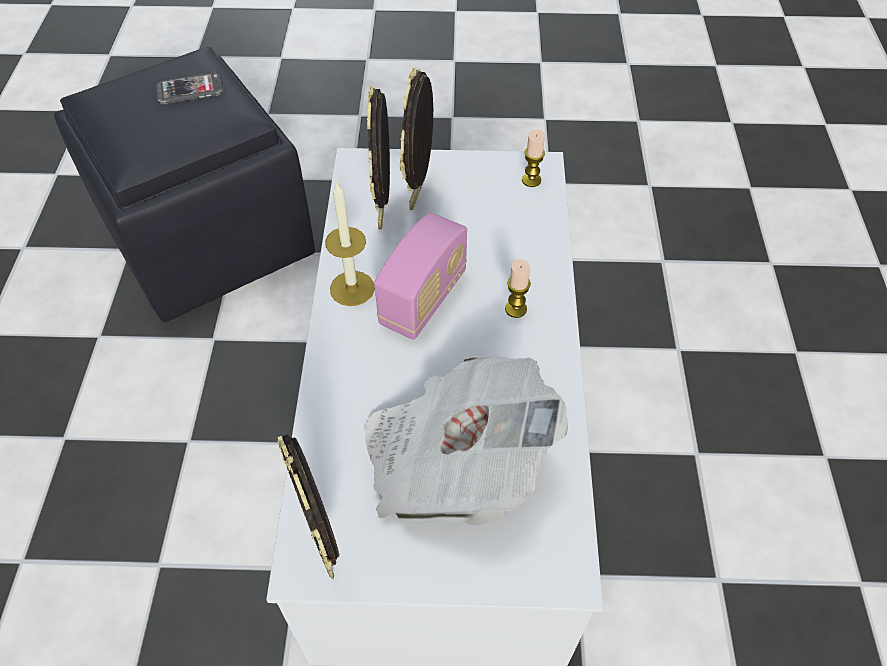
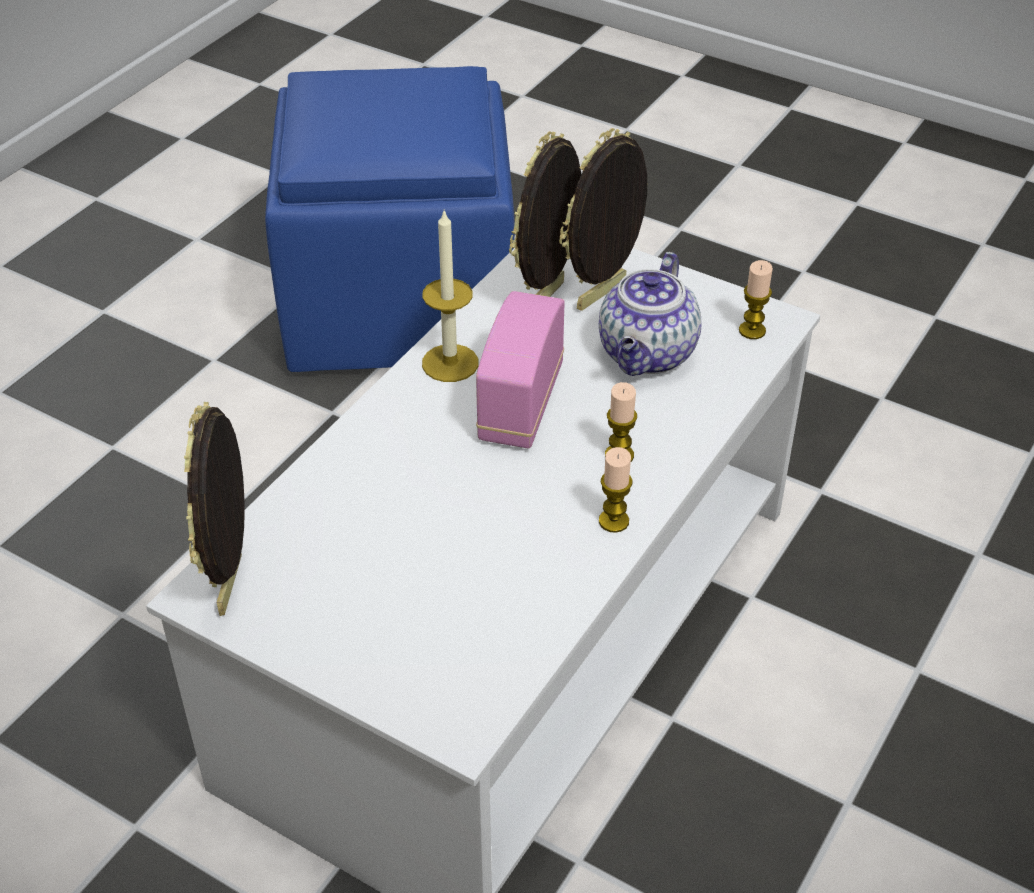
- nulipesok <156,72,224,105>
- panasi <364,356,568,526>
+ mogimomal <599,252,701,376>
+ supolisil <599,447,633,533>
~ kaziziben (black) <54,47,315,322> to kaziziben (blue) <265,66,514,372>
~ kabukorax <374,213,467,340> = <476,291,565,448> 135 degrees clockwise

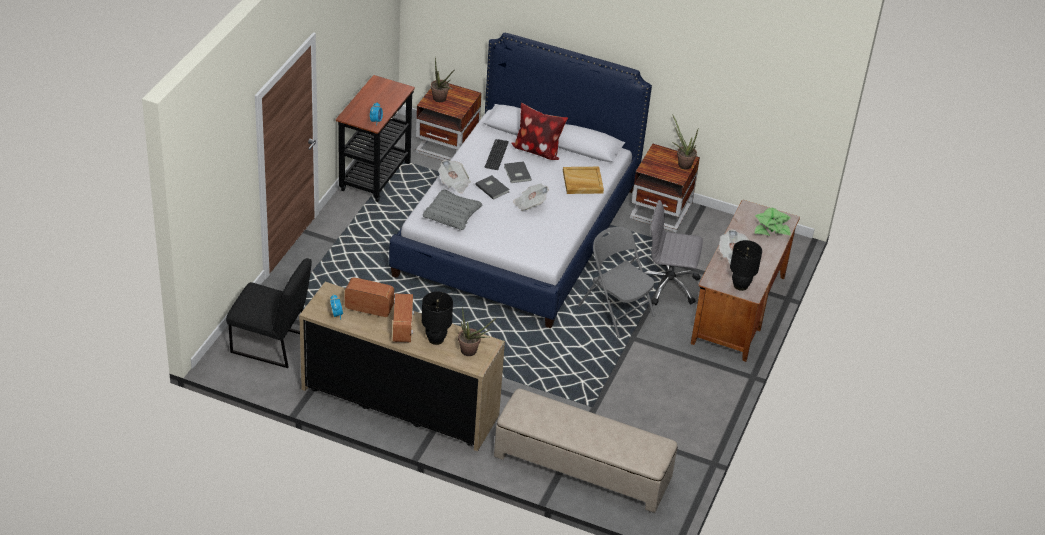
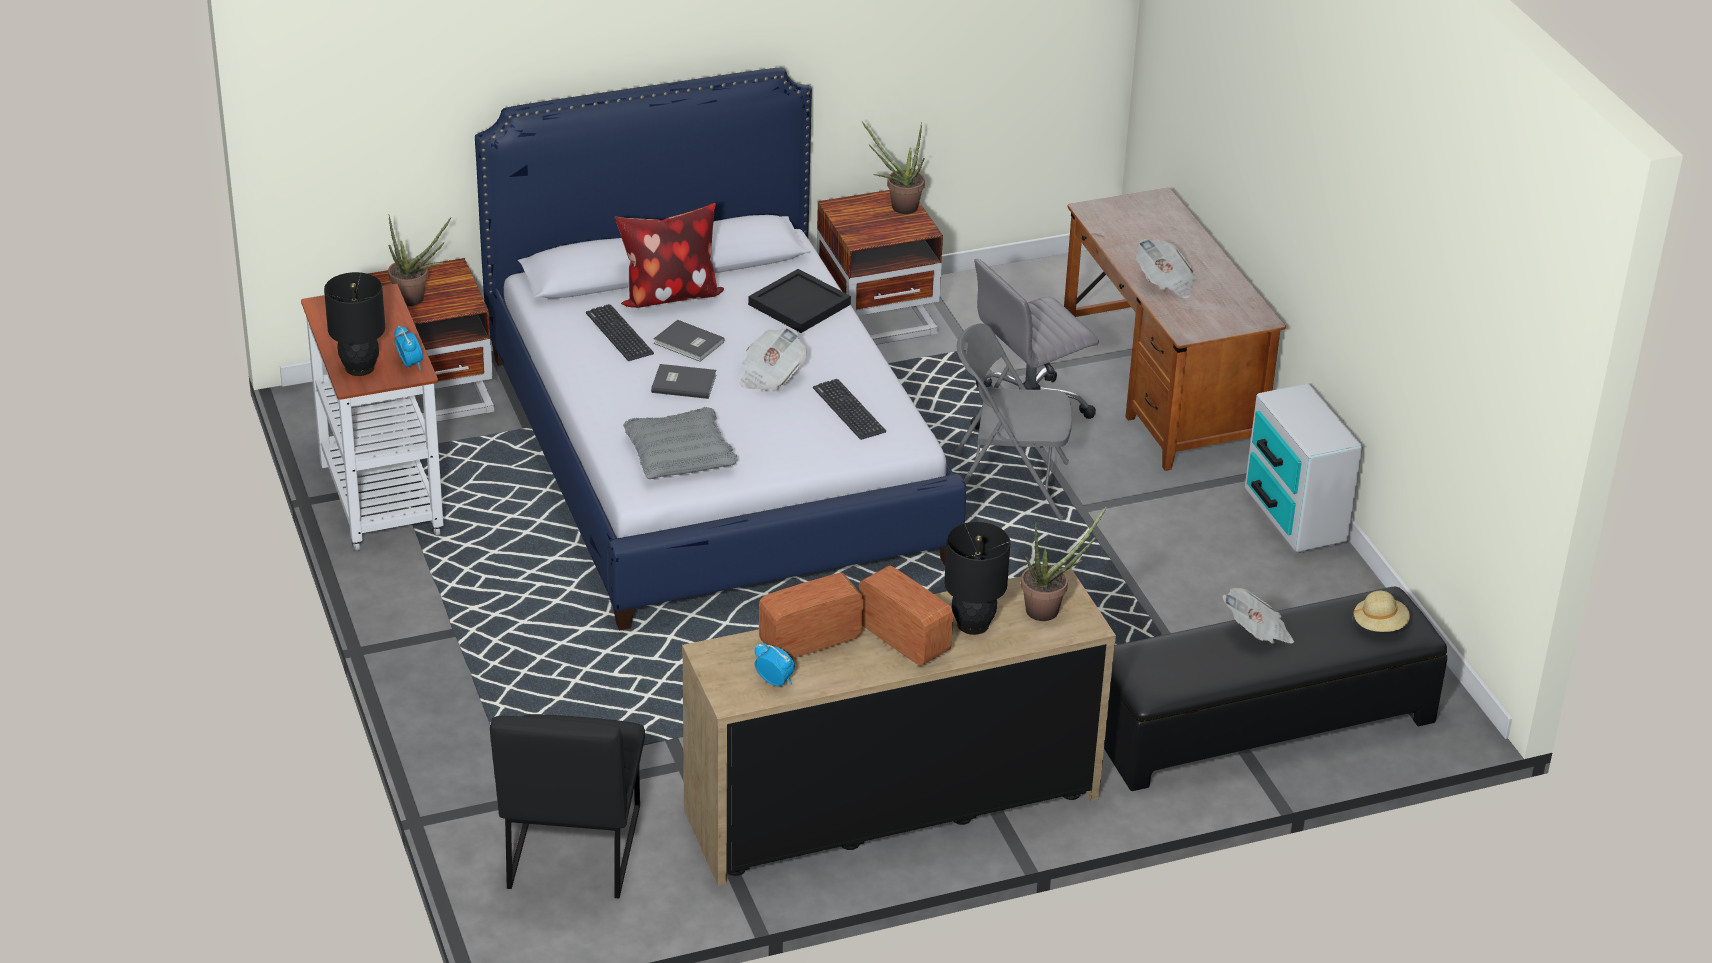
- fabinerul <755,208,791,236>
+ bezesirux <813,379,886,440>
+ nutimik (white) <1245,383,1363,553>
+ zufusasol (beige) <1352,591,1410,632>
~ panasi <438,160,471,193> to <1222,588,1294,644>
~ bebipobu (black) <730,240,762,291> to <324,272,385,376>
~ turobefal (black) <336,75,415,202> to turobefal (white) <301,284,444,551>
~ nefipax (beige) <494,388,677,513> to nefipax (black) <1104,586,1447,791>
~ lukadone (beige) <563,167,604,194> to lukadone (black) <748,269,851,333>
~ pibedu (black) <226,258,312,368> = <490,714,645,898> 120 degrees clockwise

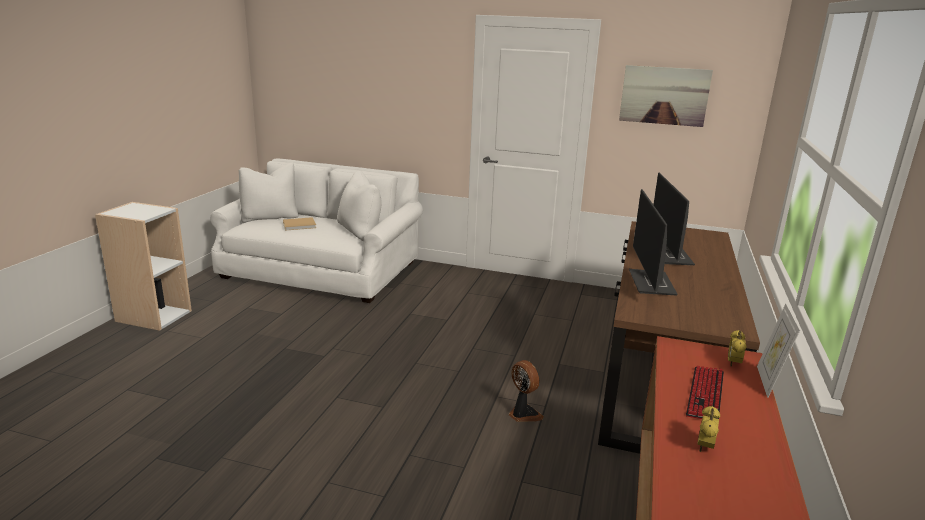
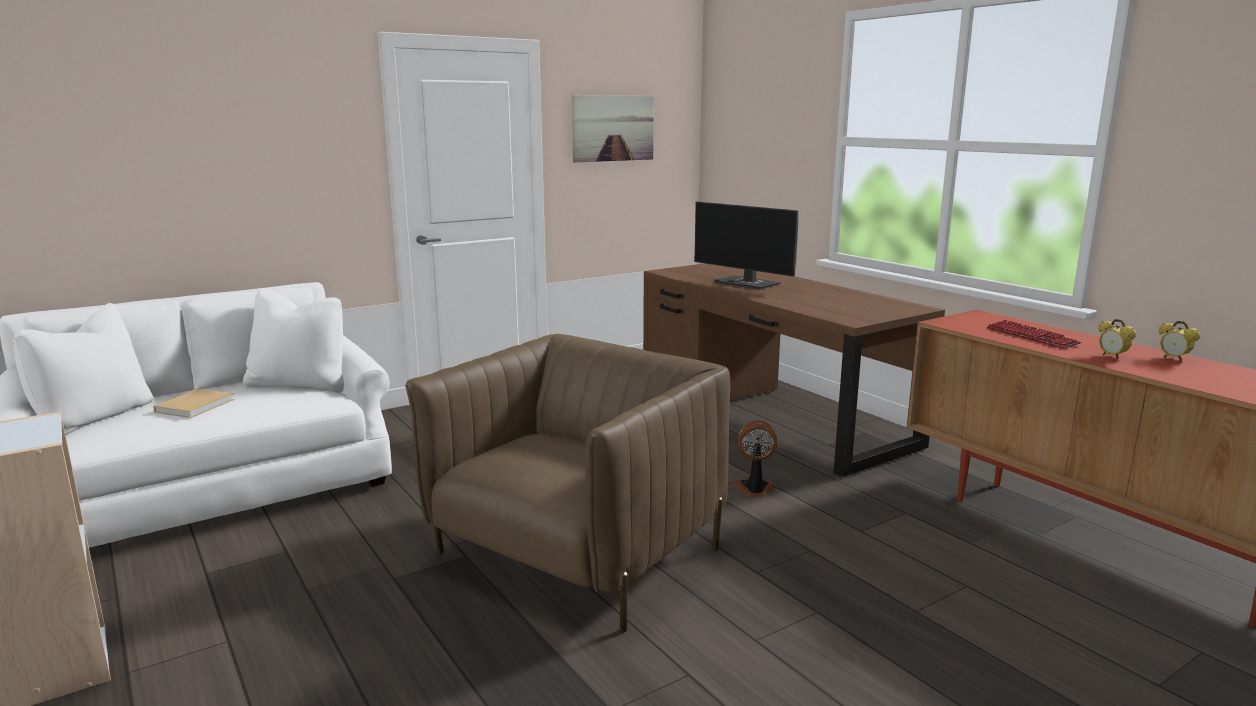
- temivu <629,189,678,296>
- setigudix <757,303,800,398>
+ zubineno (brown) <405,334,730,632>
~ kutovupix <728,330,747,366> to <1159,321,1200,361>

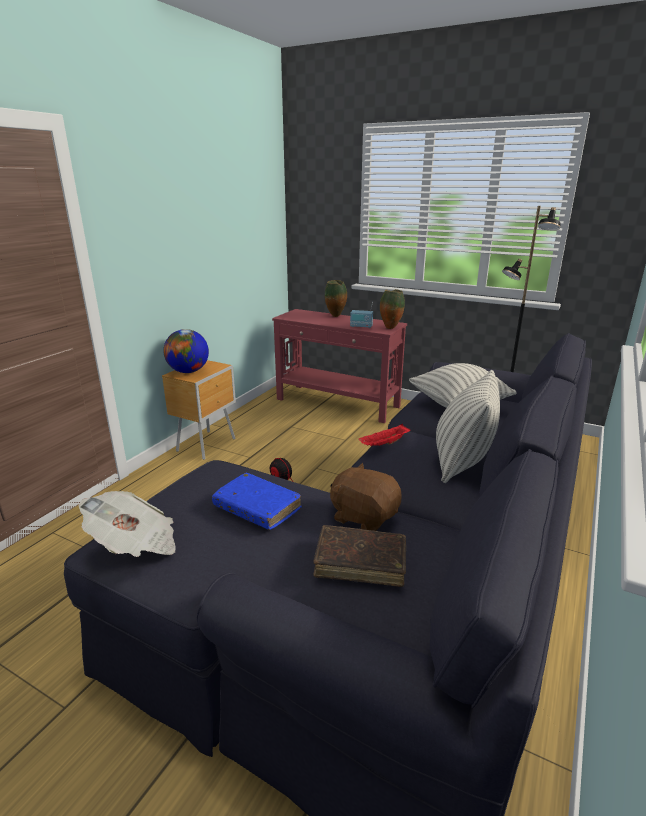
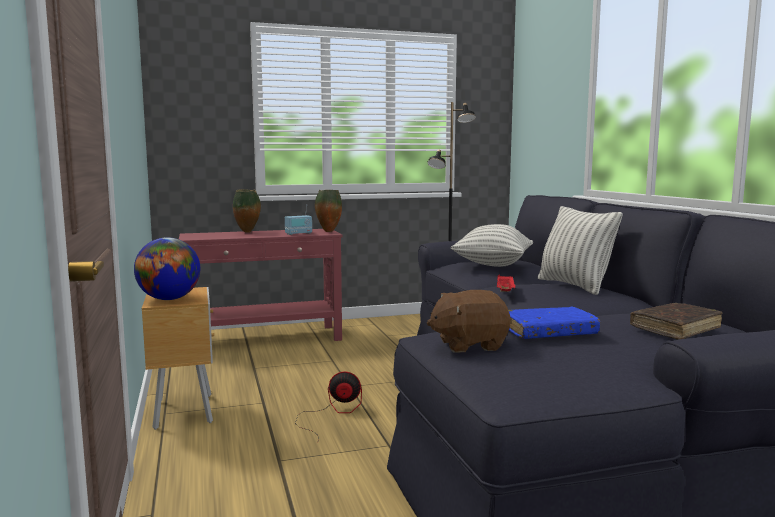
- panasi <78,491,176,557>
~ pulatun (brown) <330,463,402,531> to <427,290,511,352>

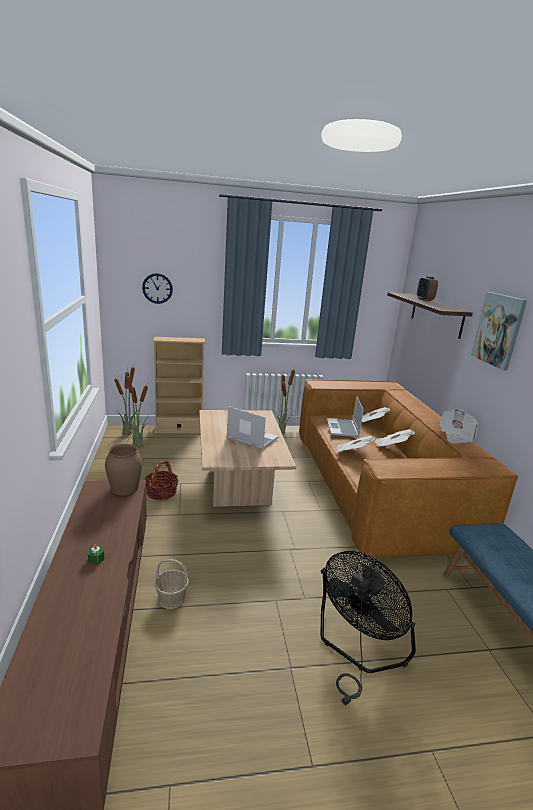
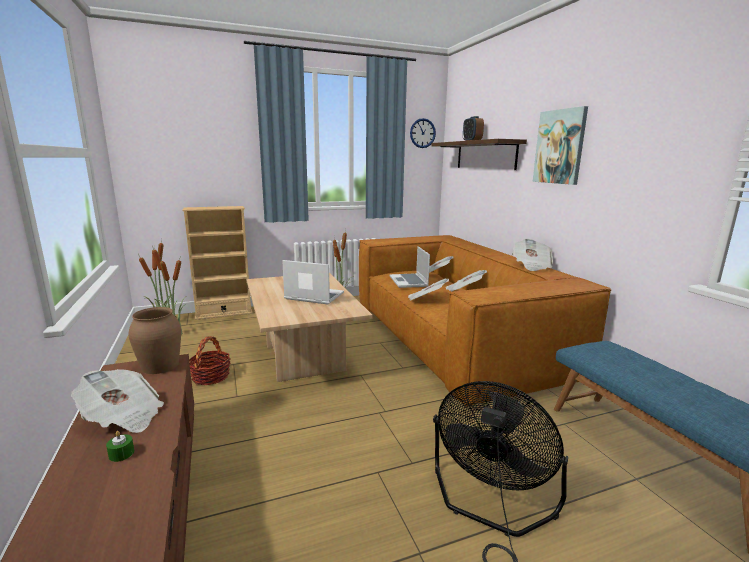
- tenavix <154,559,189,609>
+ panasi <71,369,164,433>
~ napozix <142,273,173,304> to <410,118,436,148>

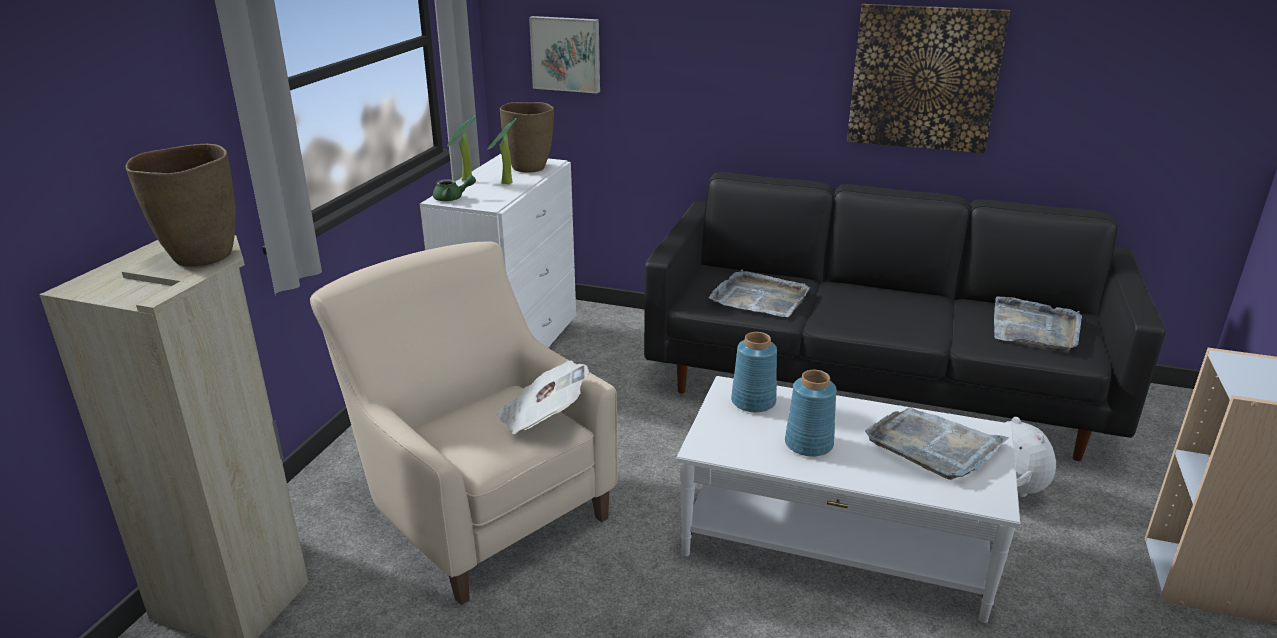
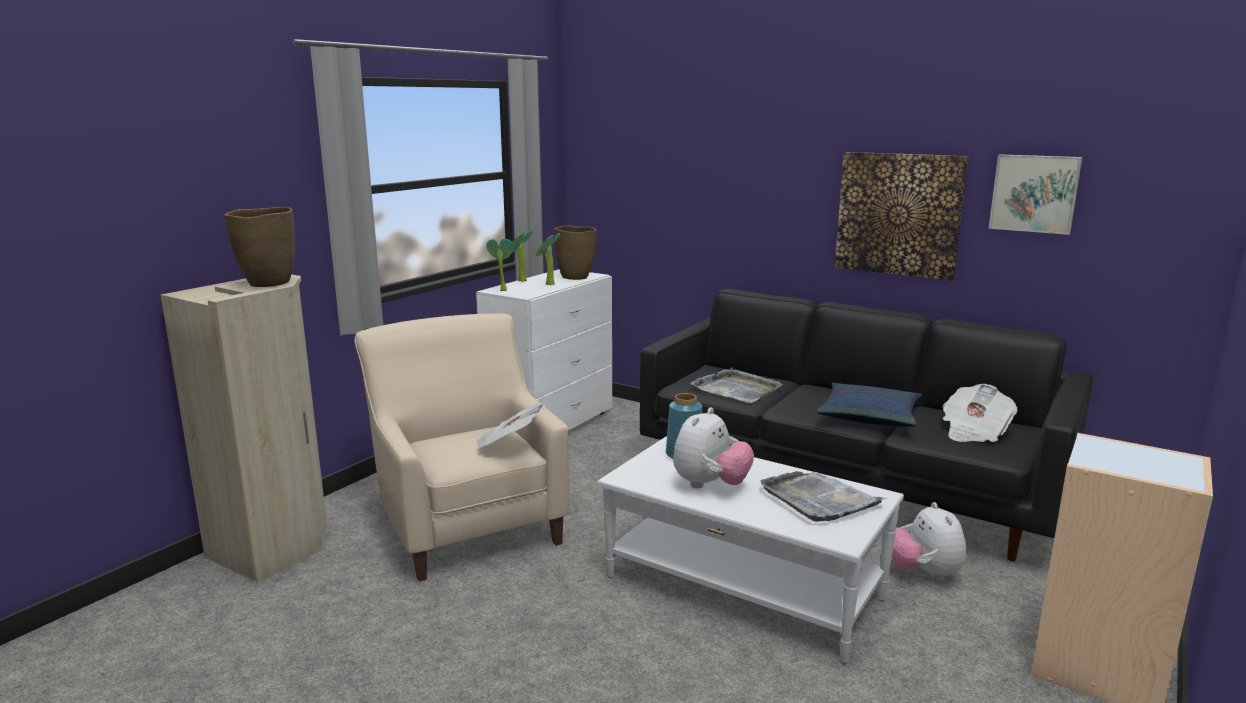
+ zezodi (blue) <817,383,922,427>
~ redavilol <529,16,600,93> to <989,154,1082,235>
~ mogimomal (green) <433,175,476,201> to fabinerul <486,239,514,291>
~ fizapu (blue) <785,370,837,457> to pulatun <673,408,754,489>
~ lukadone (grey) <994,297,1082,353> to panasi <943,384,1017,442>

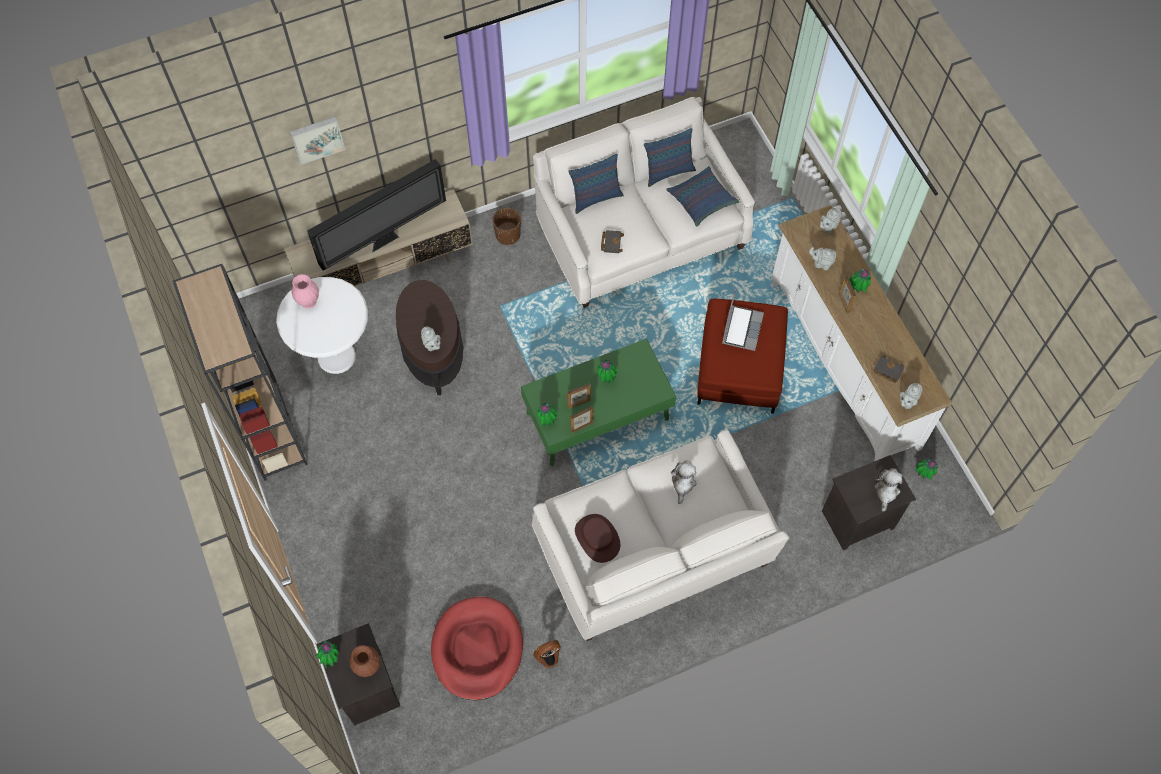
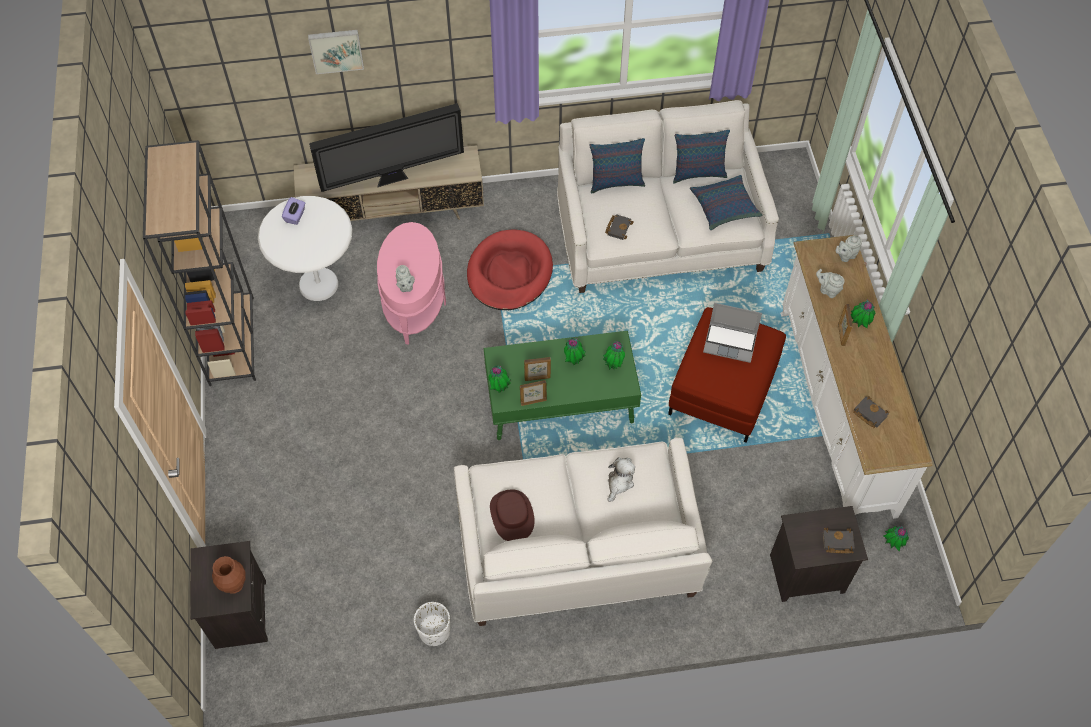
- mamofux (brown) <492,207,521,245>
- mogimomal (grey) <900,383,922,409>
~ fabinerul <316,641,339,669> to <603,341,625,370>
~ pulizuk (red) <431,597,523,700> to <467,230,553,310>
~ fizapu (pink) <291,274,319,309> to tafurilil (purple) <282,197,305,225>
~ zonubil <533,640,561,669> to mamofux (white) <414,602,450,646>
~ pulatun <875,468,902,512> to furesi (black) <823,528,855,553>
~ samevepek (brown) <396,280,464,395> to samevepek (pink) <377,222,446,345>
~ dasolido <722,289,764,351> = <703,303,762,363> 75 degrees clockwise

